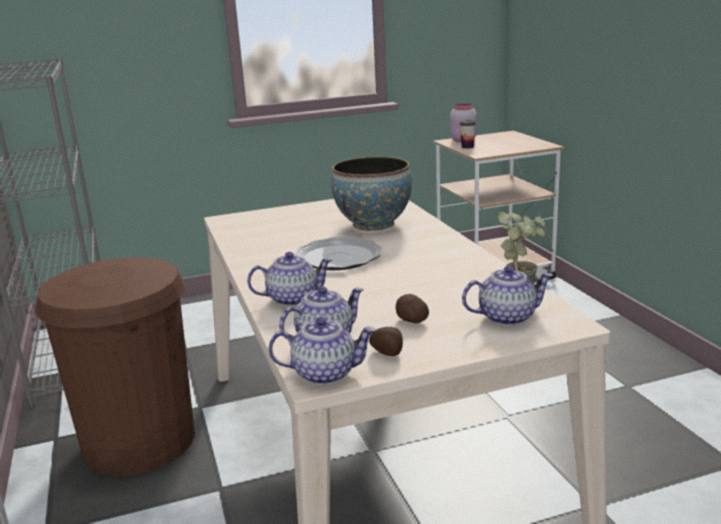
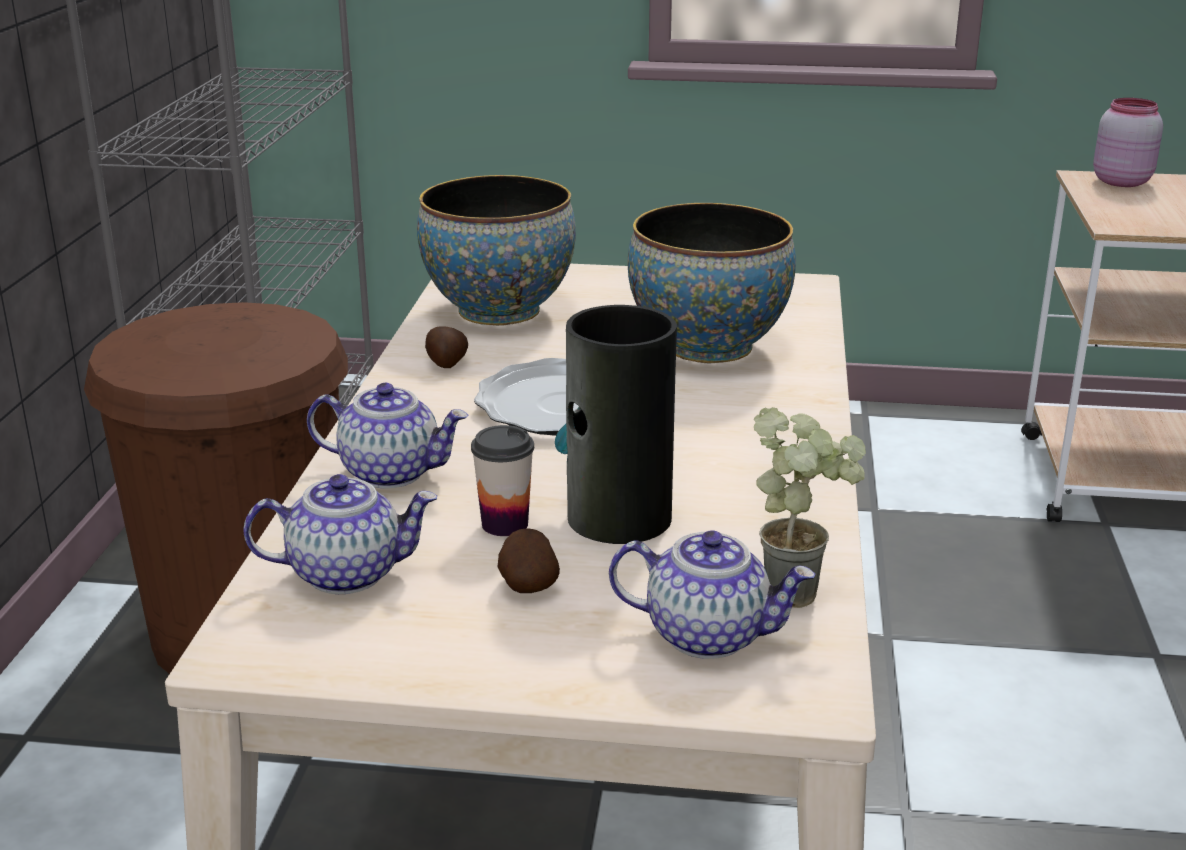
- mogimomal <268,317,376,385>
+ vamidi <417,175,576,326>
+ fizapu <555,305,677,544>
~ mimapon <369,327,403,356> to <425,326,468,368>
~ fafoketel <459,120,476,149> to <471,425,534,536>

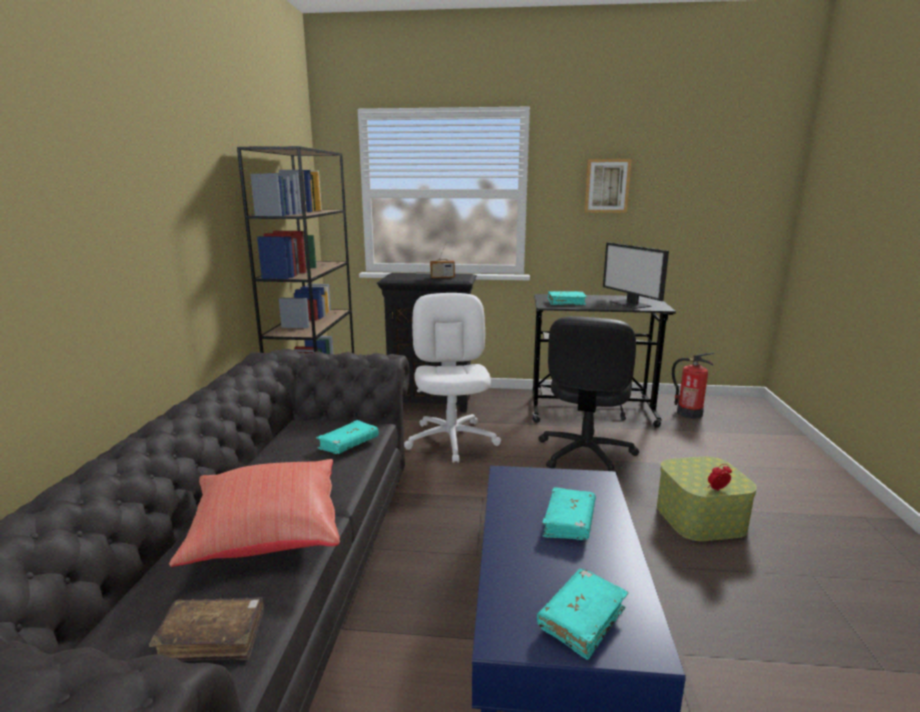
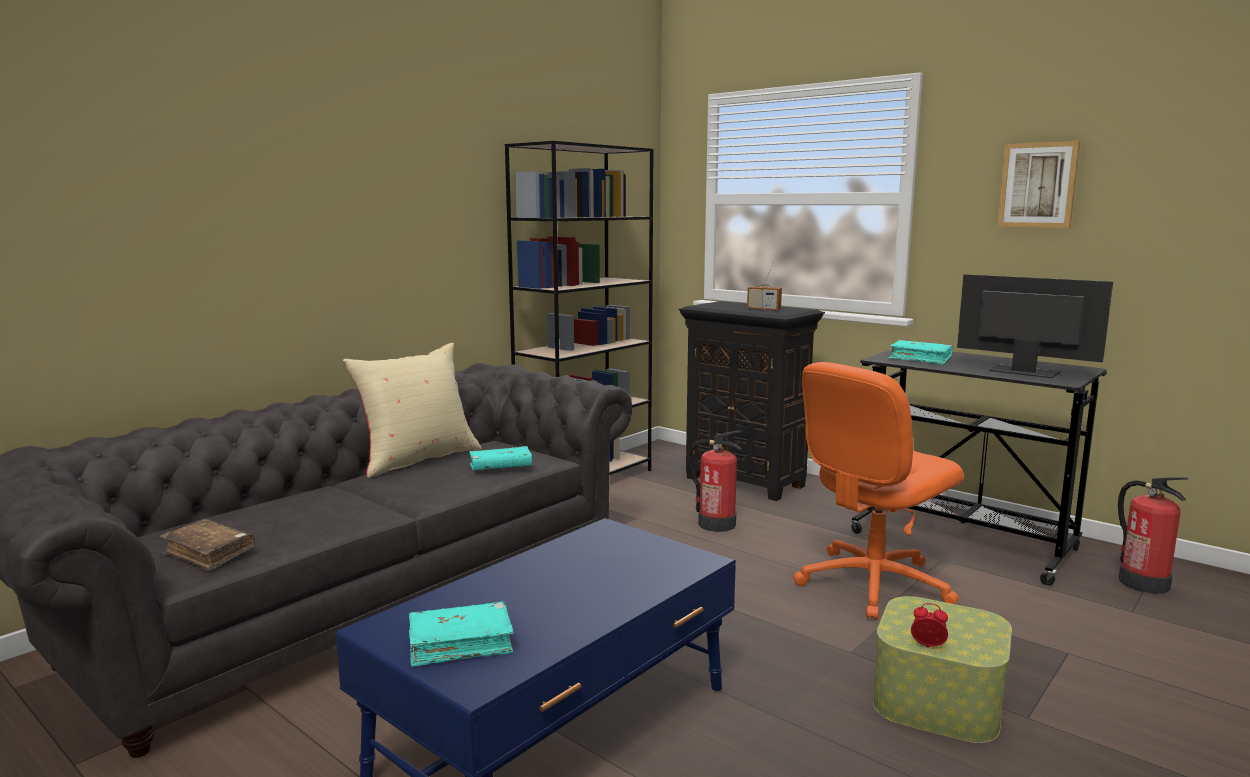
- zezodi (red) <169,459,340,567>
- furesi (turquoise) <542,487,596,540>
+ zezodi (beige) <343,343,482,478>
~ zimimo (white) <404,293,501,463> to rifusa <688,430,742,532>
~ zimimo (black) <539,316,639,476> to zimimo (orange) <793,362,964,620>
~ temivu <603,242,669,309> = <957,274,1113,378> 120 degrees clockwise

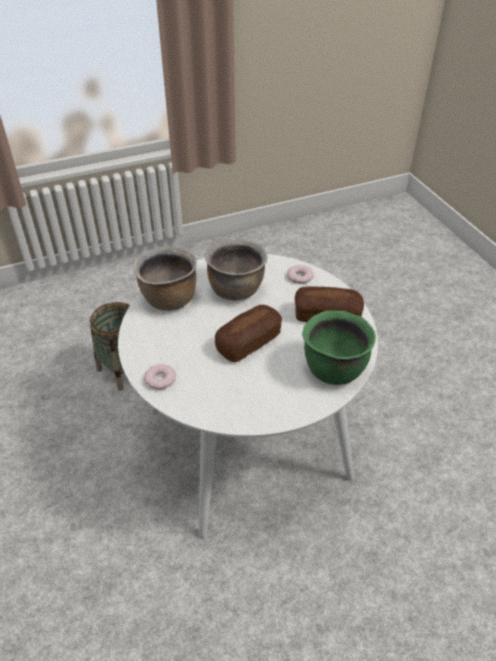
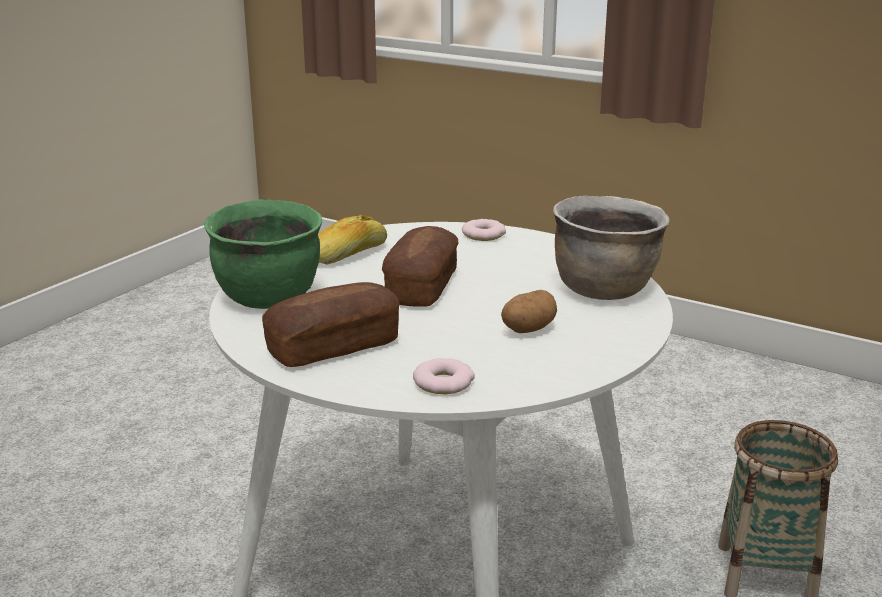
+ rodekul <318,214,387,265>
~ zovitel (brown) <205,237,268,300> to mimapon <501,290,557,333>

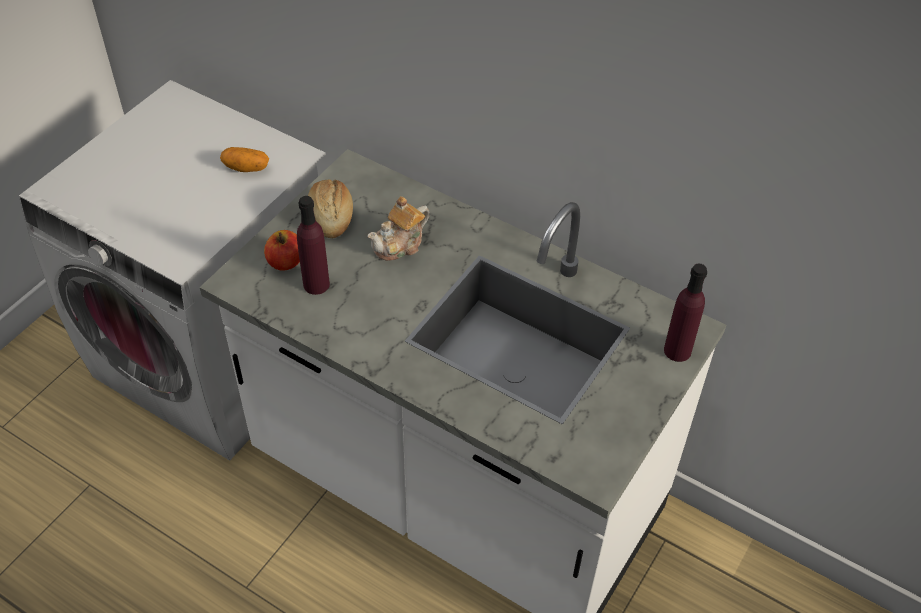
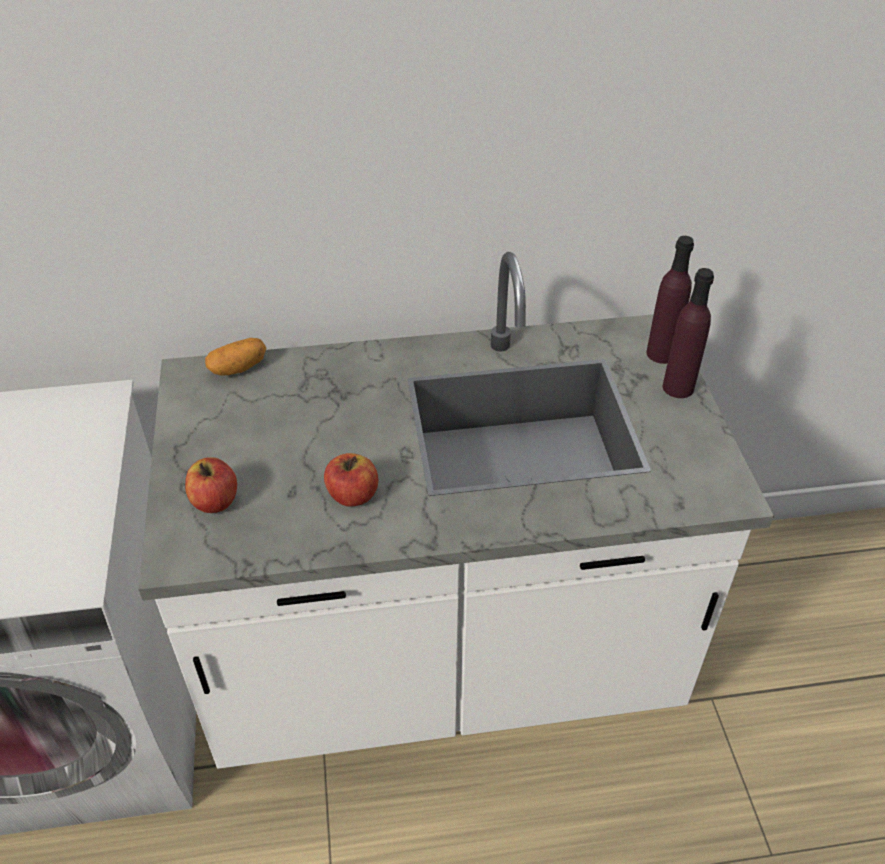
- rodekul <308,179,353,238>
- mogimomal <367,196,430,261>
+ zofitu <324,453,378,506>
~ mimapon <220,147,269,172> to <205,338,266,375>
~ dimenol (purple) <297,196,330,295> to <663,268,714,398>

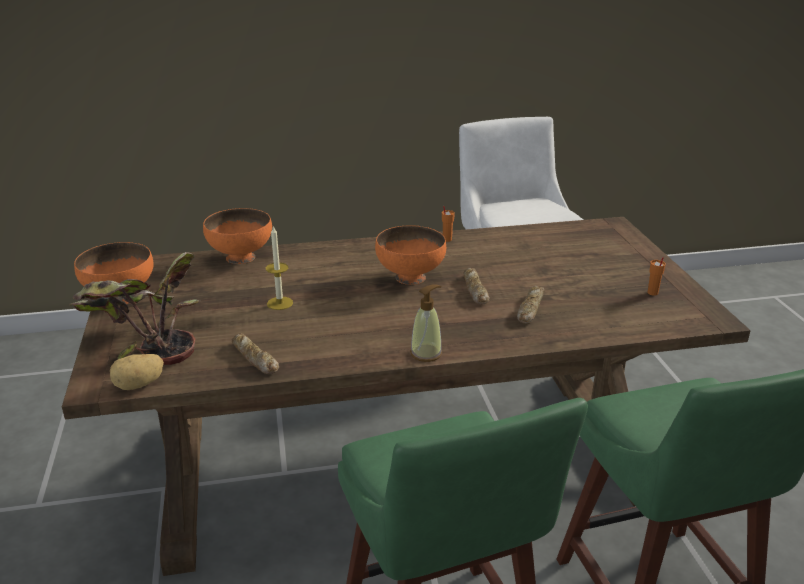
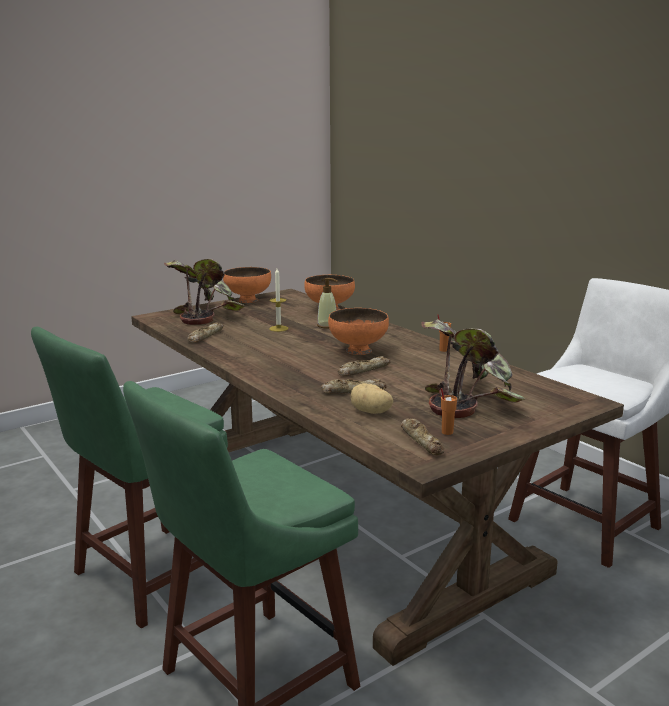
+ rodekul <401,419,444,455>
+ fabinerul <422,319,525,418>
~ mimapon <110,354,164,390> to <351,383,393,414>
~ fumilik <410,284,442,362> to <317,278,338,329>

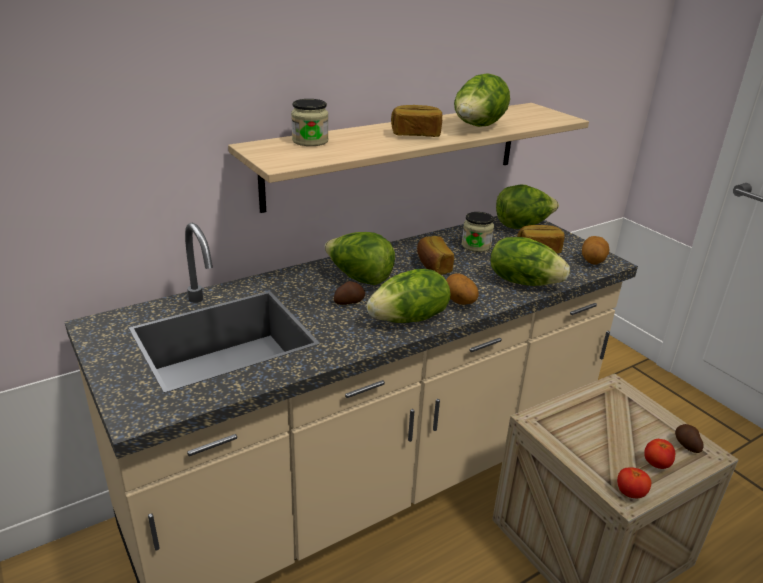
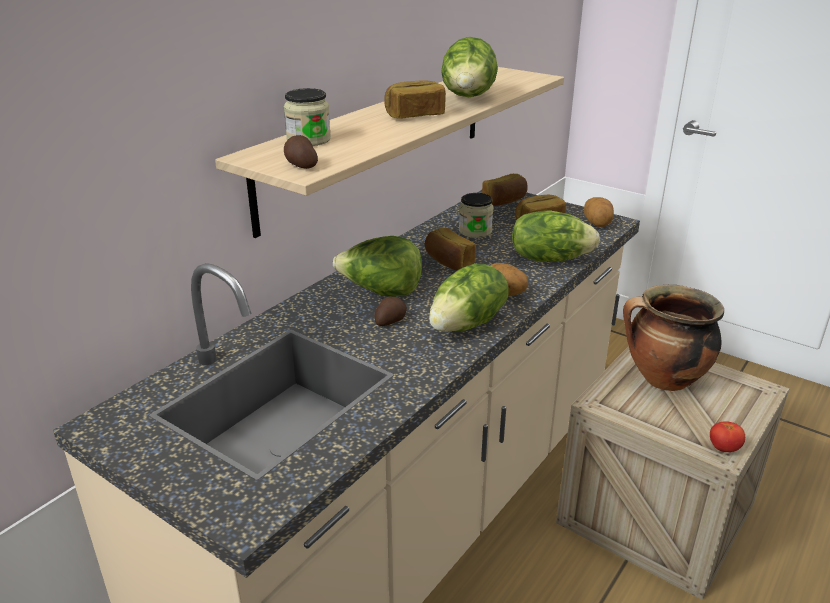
- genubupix <644,439,675,469>
+ zovitel <623,285,724,391>
~ mimapon <675,424,704,453> to <284,135,318,169>
~ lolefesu <496,184,559,229> to rodekul <482,174,528,206>

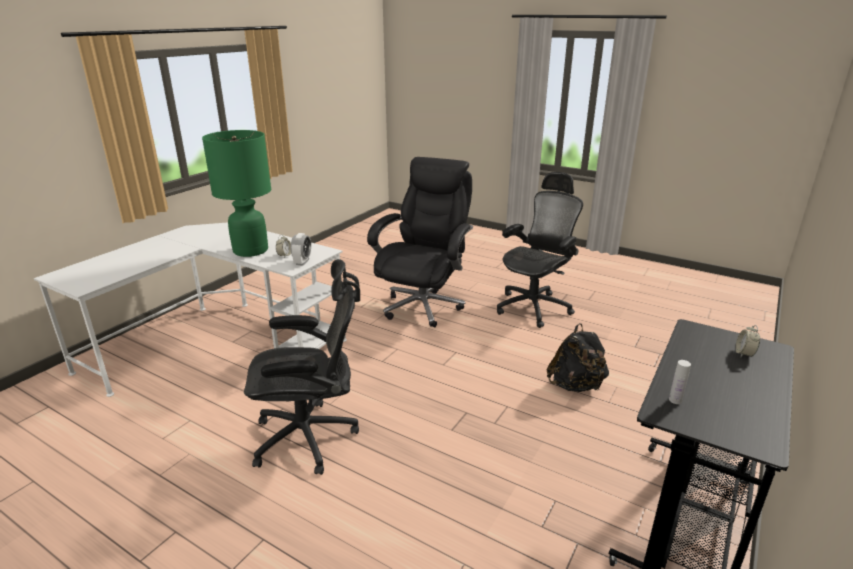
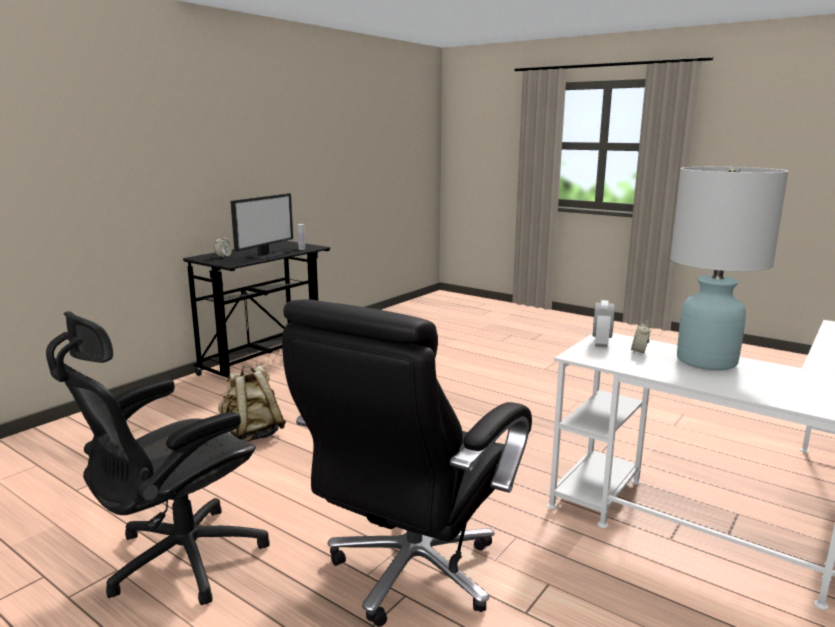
- zimimo <244,259,360,475>
+ temivu <231,193,293,260>
~ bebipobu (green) <202,130,271,257> to bebipobu (white) <670,167,789,370>
~ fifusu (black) <547,324,609,392> to fifusu (beige) <218,365,286,442>

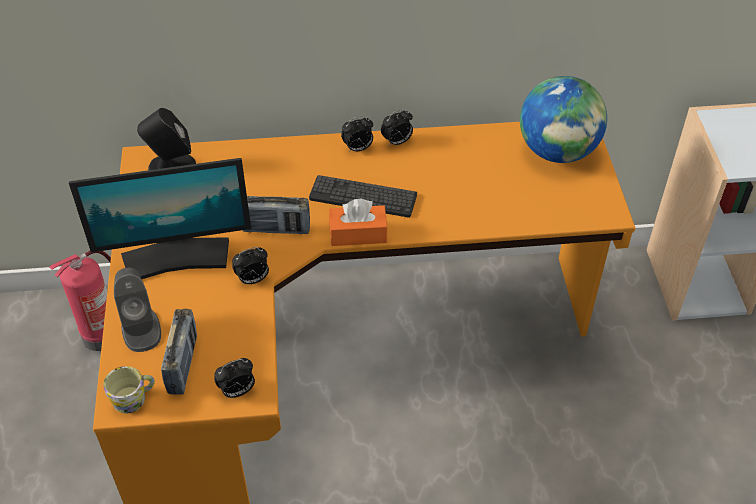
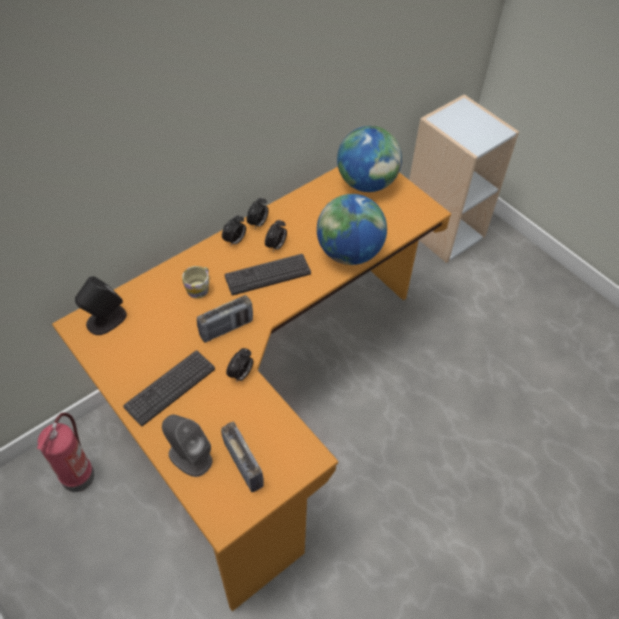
- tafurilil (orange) <329,199,388,246>
+ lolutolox <317,194,387,265>
~ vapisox <103,366,155,413> to <182,266,209,298>
~ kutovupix <214,358,255,398> to <265,220,287,252>
~ temivu <69,158,251,279> to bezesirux <123,350,215,426>

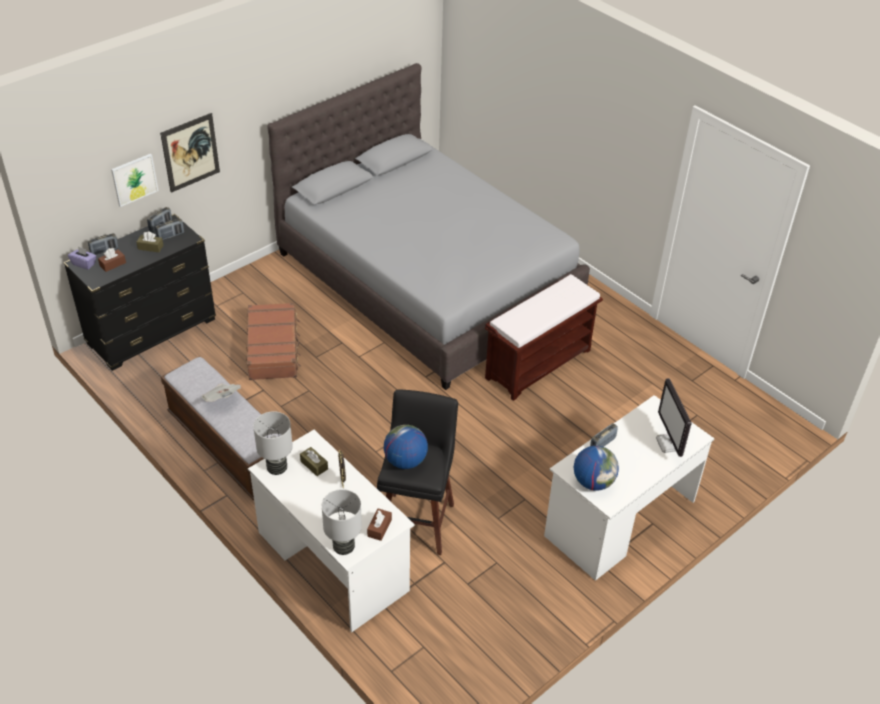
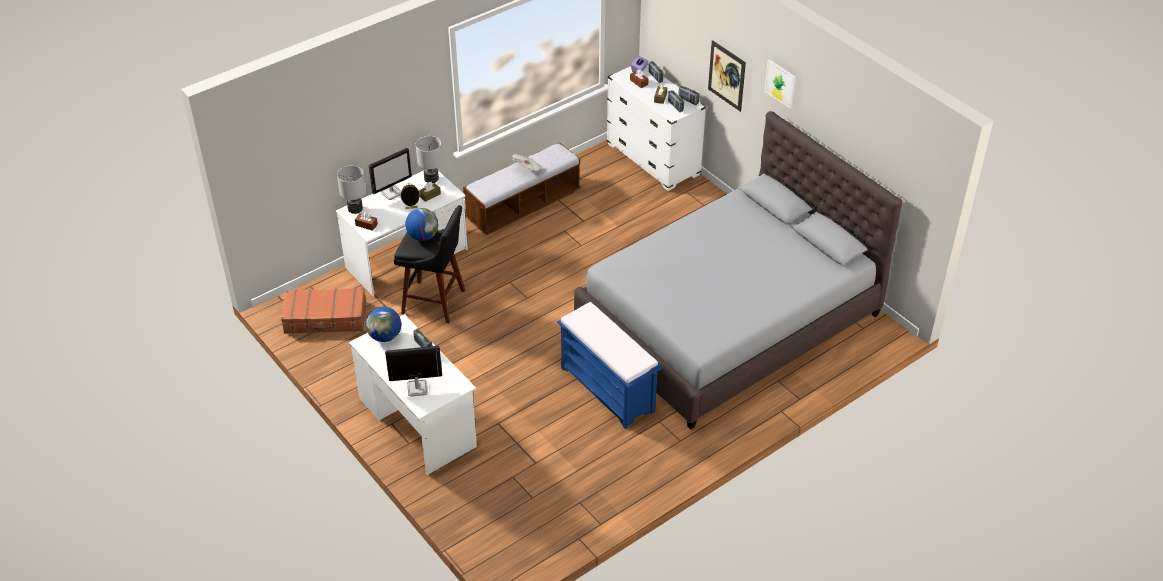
+ temivu <369,148,412,200>
~ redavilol <111,154,158,207> to <764,59,796,109>
~ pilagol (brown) <246,303,301,380> to <281,287,366,334>
~ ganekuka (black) <64,214,216,371> to ganekuka (white) <607,65,706,191>
~ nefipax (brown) <485,274,603,401> to nefipax (blue) <557,301,662,429>

